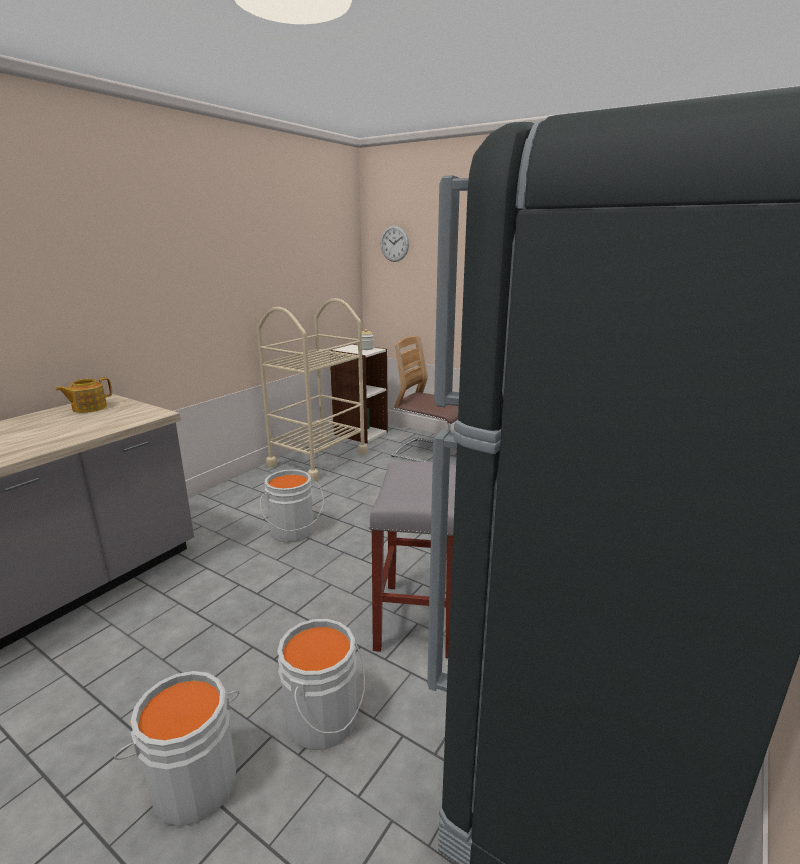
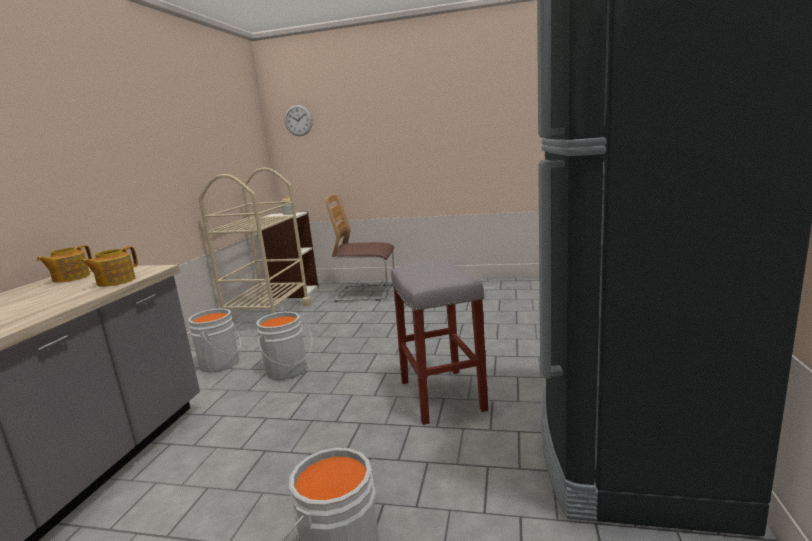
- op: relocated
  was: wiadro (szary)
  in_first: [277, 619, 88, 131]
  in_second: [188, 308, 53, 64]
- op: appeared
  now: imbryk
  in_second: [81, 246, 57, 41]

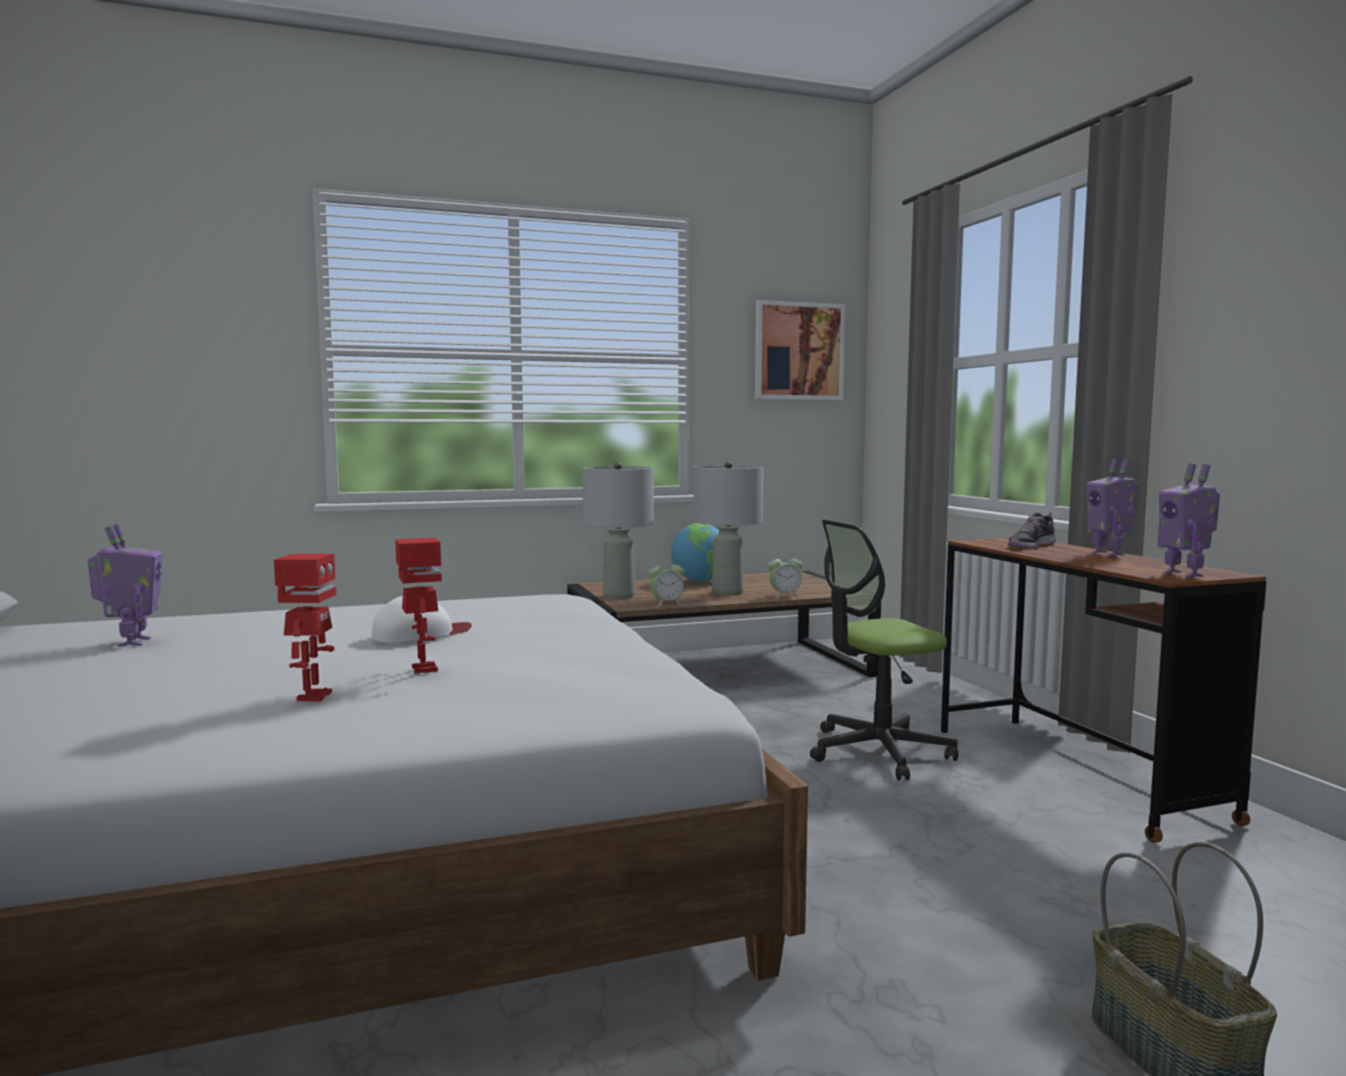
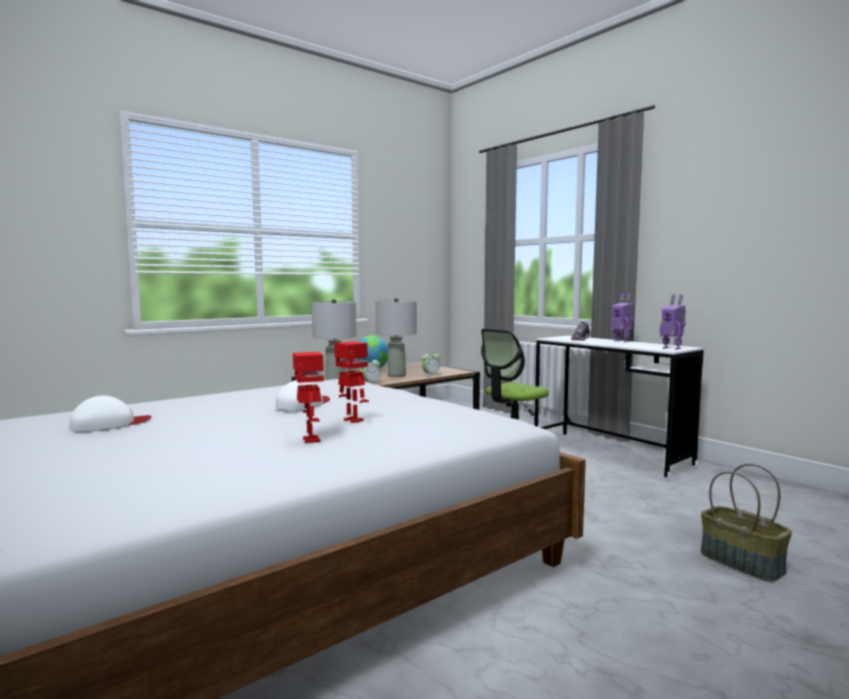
- op: exchanged
  was: robot zabawkowy
  now: czapka z daszkiem (biały)
  in_first: [87, 524, 75, 123]
  in_second: [69, 396, 83, 36]
- op: missing
  was: obraz
  in_first: [755, 300, 90, 100]
- op: colour
  was: biurko (brązowy)
  now: biurko (biały)
  in_first: [941, 538, 325, 305]
  in_second: [534, 336, 170, 144]

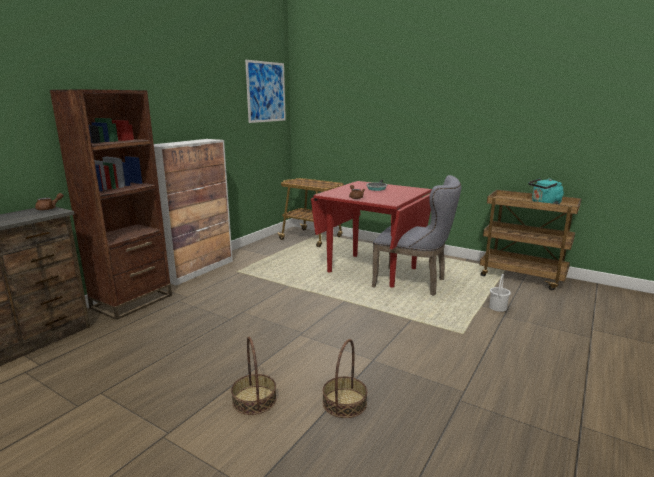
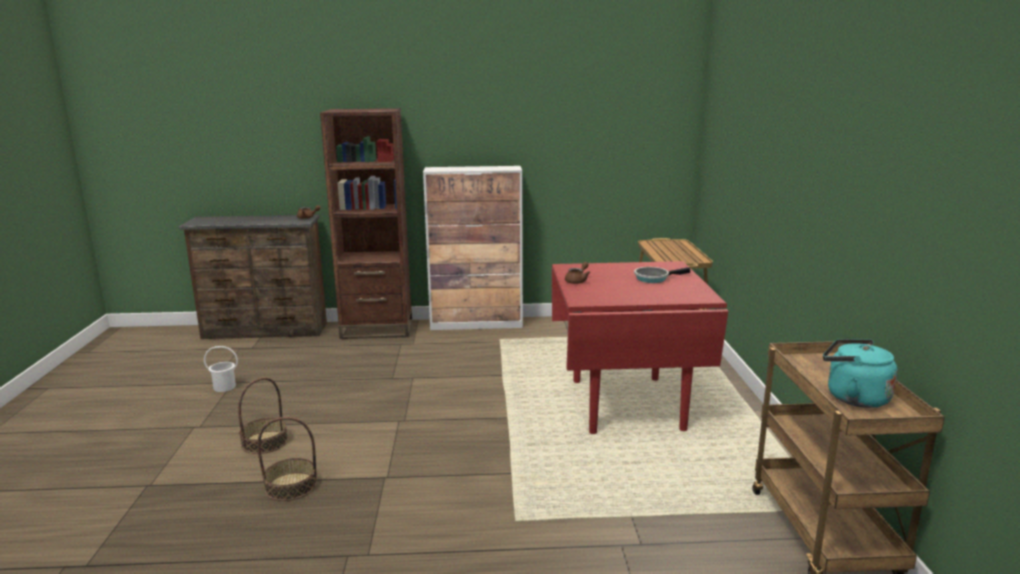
- op: missing
  was: obraz
  in_first: [245, 60, 41, 63]
- op: missing
  was: krzesło (szary)
  in_first: [372, 175, 89, 121]
- op: relocated
  was: wiadro (biały)
  in_first: [489, 274, 22, 38]
  in_second: [204, 346, 34, 46]

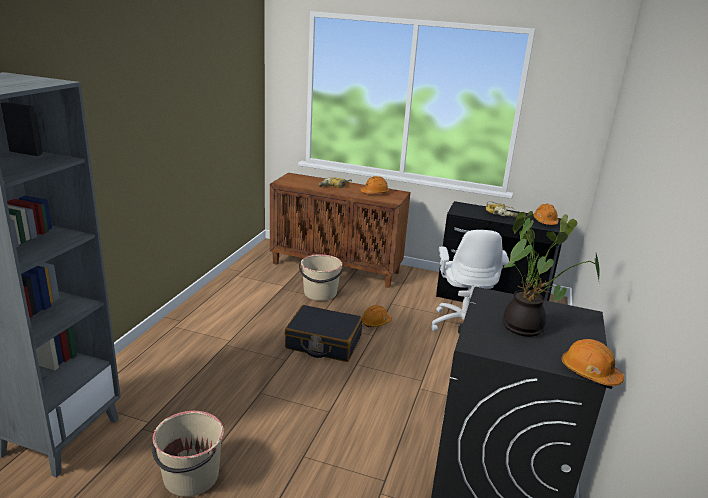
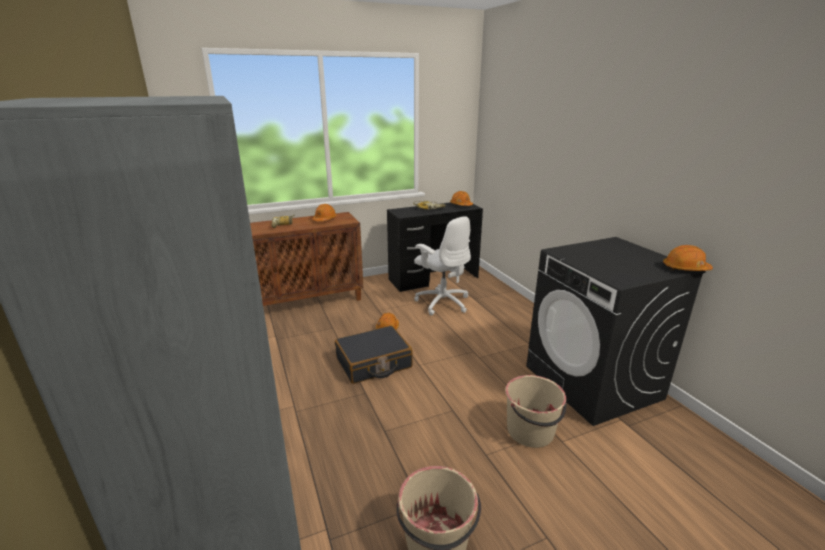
- op: relocated
  was: wiadro (beżowy)
  in_first: [299, 254, 44, 47]
  in_second: [505, 375, 62, 73]
- op: missing
  was: roślina doniczkowa
  in_first: [502, 211, 98, 126]

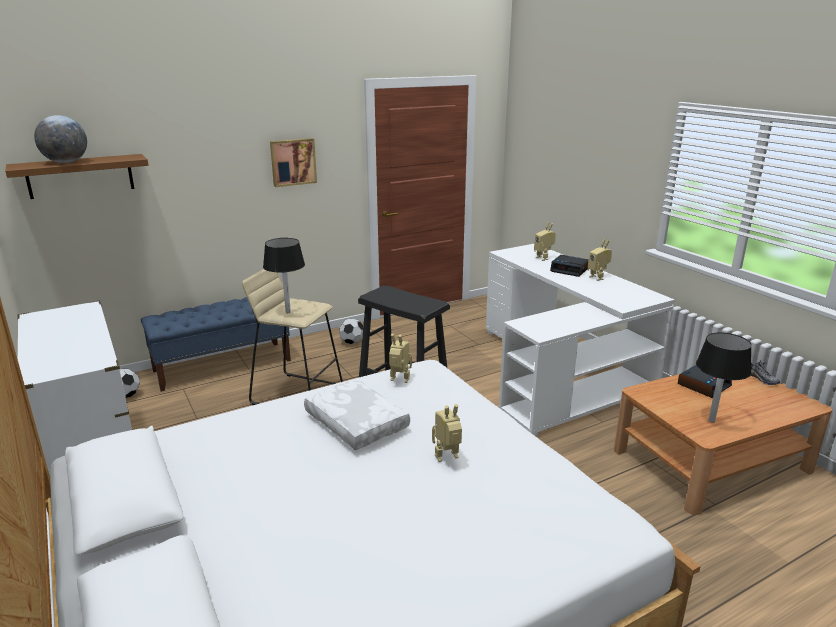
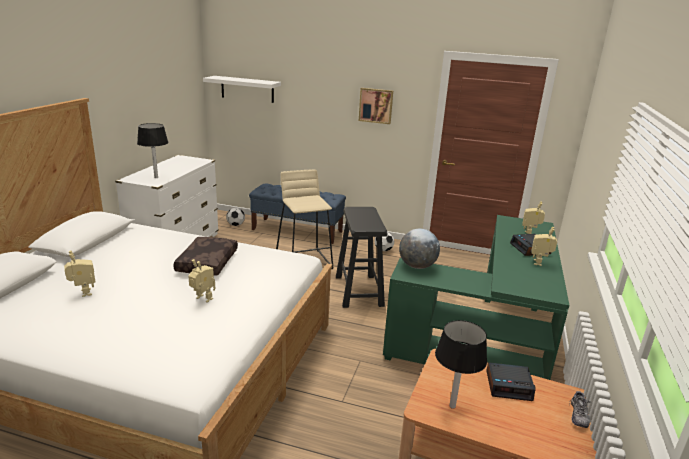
- op: colour
  was: półka (brązowy)
  now: półka (biały)
  in_first: [5, 154, 144, 45]
  in_second: [203, 76, 78, 27]
- op: relocated
  was: globus
  in_first: [34, 115, 53, 48]
  in_second: [399, 228, 41, 41]
- op: relocated
  was: lampa stołowa (czarny)
  in_first: [263, 238, 42, 75]
  in_second: [137, 123, 31, 55]
- op: colour
  was: poduszka (biały)
  now: poduszka (brązowy)
  in_first: [304, 379, 106, 71]
  in_second: [173, 237, 65, 38]
- op: relocated
  was: robot zabawkowy
  in_first: [389, 334, 23, 49]
  in_second: [64, 251, 32, 46]
- op: colour
  was: biurko (biały)
  now: biurko (zielony)
  in_first: [486, 244, 189, 193]
  in_second: [383, 215, 186, 165]

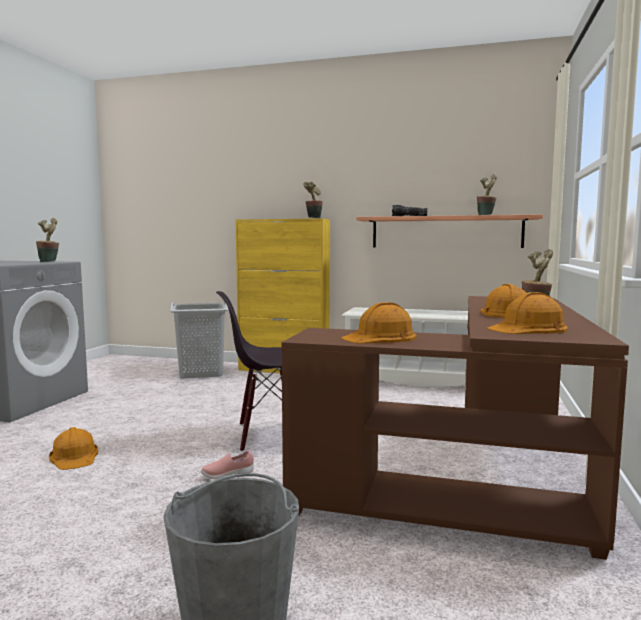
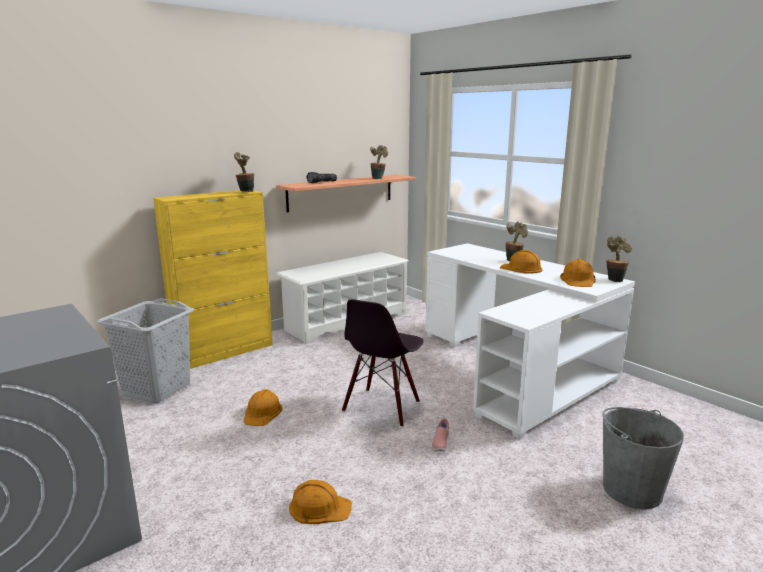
- op: relocated
  was: roślina doniczkowa
  in_first: [36, 218, 23, 44]
  in_second: [606, 236, 26, 46]
- op: colour
  was: biurko (brązowy)
  now: biurko (biały)
  in_first: [281, 296, 348, 264]
  in_second: [425, 243, 210, 196]
- op: relocated
  was: kask (pomarańczowy)
  in_first: [341, 302, 76, 42]
  in_second: [244, 389, 39, 37]

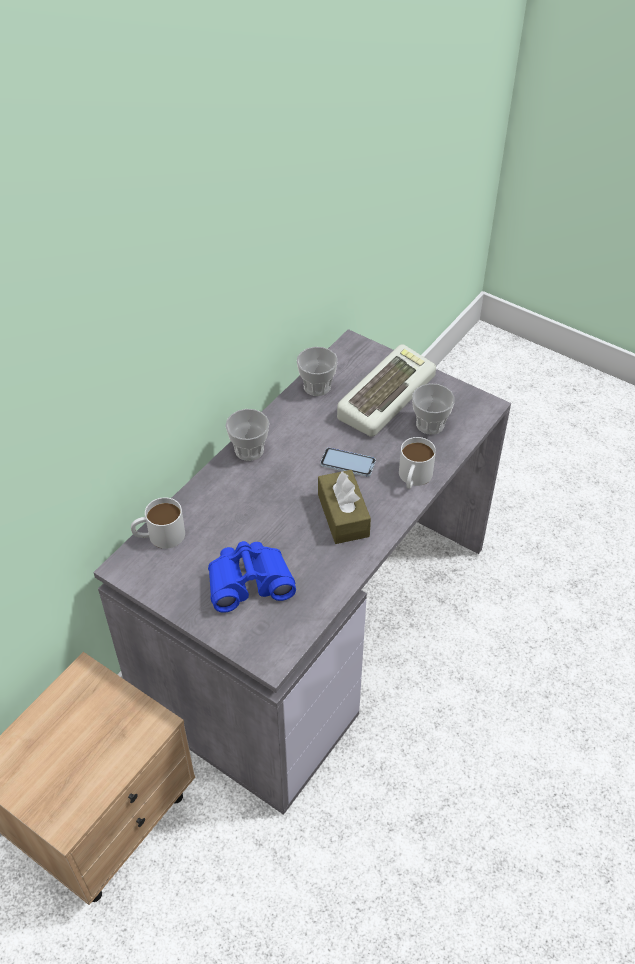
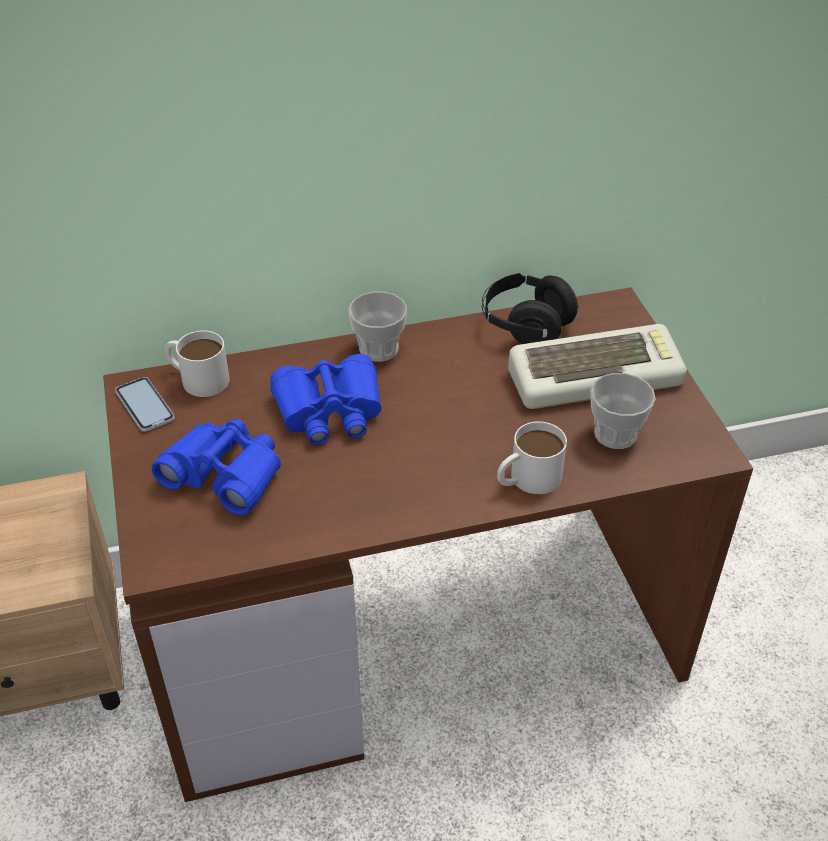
- op: colour
  was: biurko (szary)
  now: biurko (brązowy)
  in_first: [93, 329, 418, 486]
  in_second: [103, 288, 650, 514]
- op: exchanged
  was: filiżanka
  now: słuchawki (czarny)
  in_first: [297, 347, 41, 49]
  in_second: [482, 273, 97, 71]
- op: missing
  was: pudełko chusteczek (brązowy)
  in_first: [318, 470, 53, 74]
- op: relocated
  was: telefon
  in_first: [320, 448, 56, 29]
  in_second: [115, 377, 60, 55]
- op: appeared
  now: lornetka (niebieski)
  in_second: [270, 354, 112, 91]

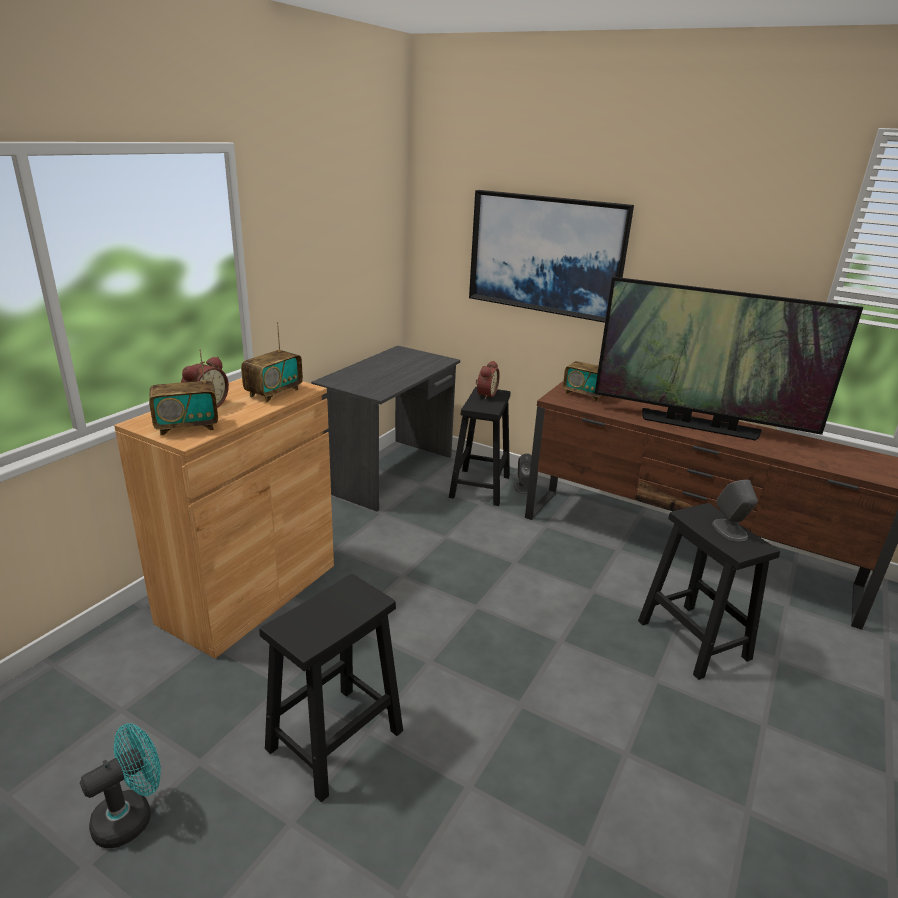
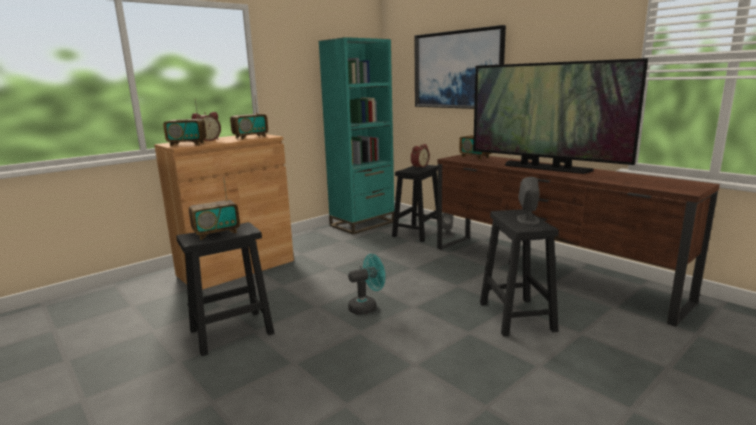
- op: relocated
  was: wentylator (turkusowy)
  in_first: [80, 723, 81, 125]
  in_second: [348, 254, 37, 61]
- op: exchanged
  was: biurko (szary)
  now: regał (turkusowy)
  in_first: [311, 346, 149, 165]
  in_second: [319, 37, 75, 197]
- op: appeared
  now: radio
  in_second: [189, 177, 51, 63]

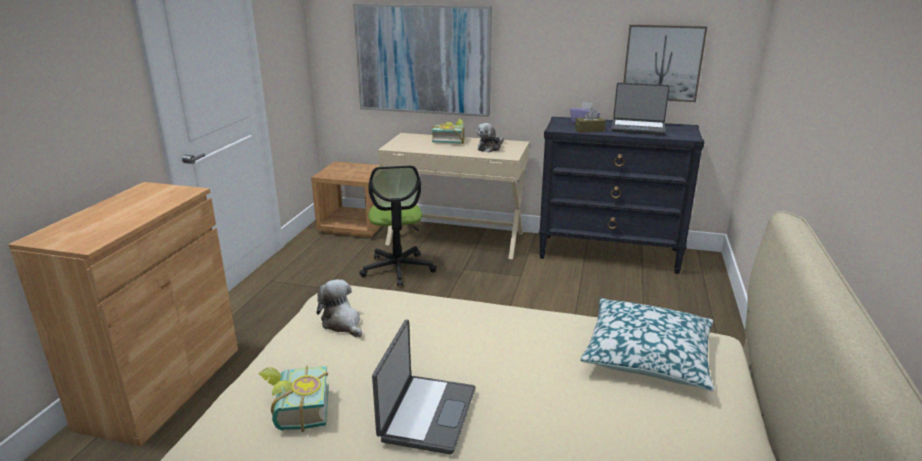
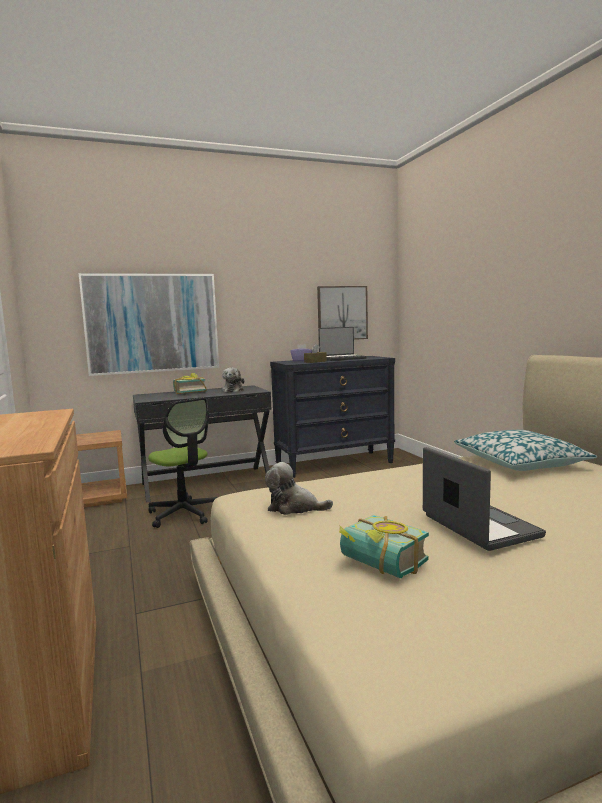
- op: colour
  was: biurko (beżowy)
  now: biurko (czarny)
  in_first: [378, 133, 151, 126]
  in_second: [133, 385, 139, 118]

